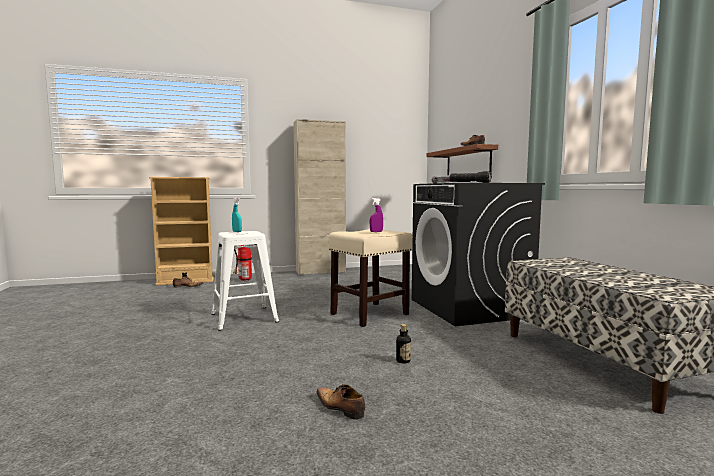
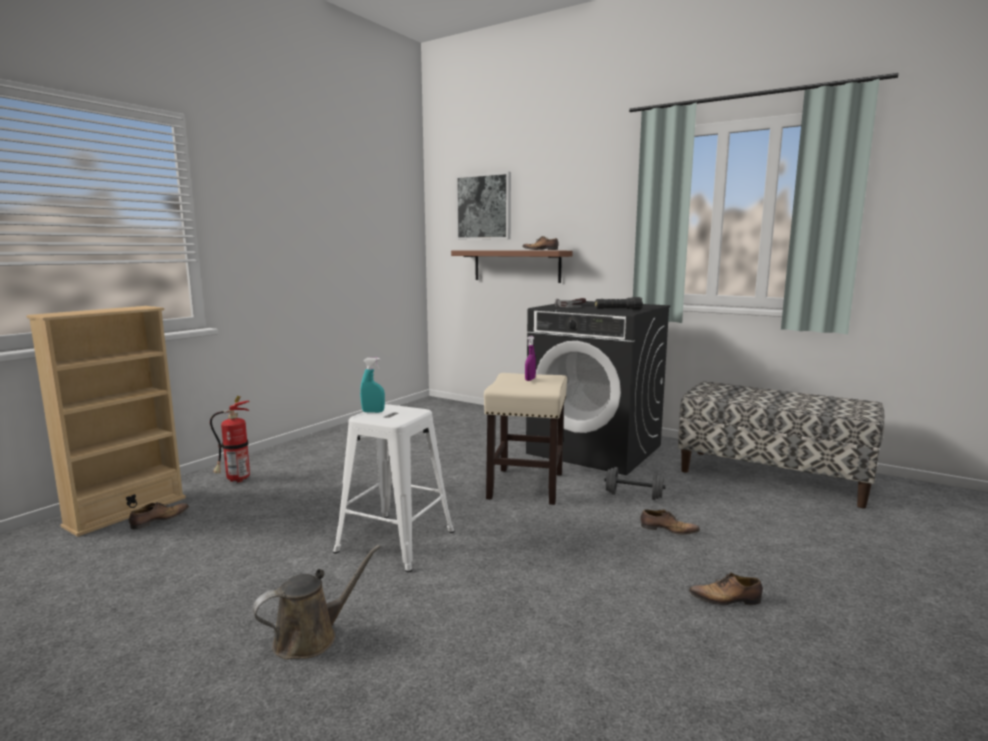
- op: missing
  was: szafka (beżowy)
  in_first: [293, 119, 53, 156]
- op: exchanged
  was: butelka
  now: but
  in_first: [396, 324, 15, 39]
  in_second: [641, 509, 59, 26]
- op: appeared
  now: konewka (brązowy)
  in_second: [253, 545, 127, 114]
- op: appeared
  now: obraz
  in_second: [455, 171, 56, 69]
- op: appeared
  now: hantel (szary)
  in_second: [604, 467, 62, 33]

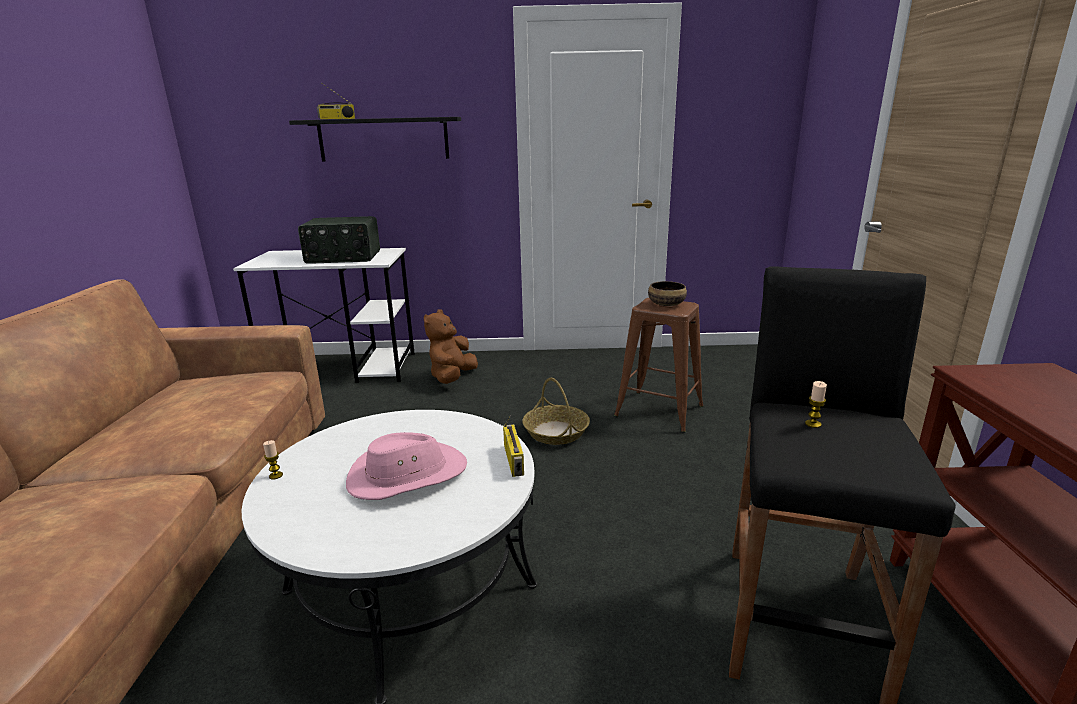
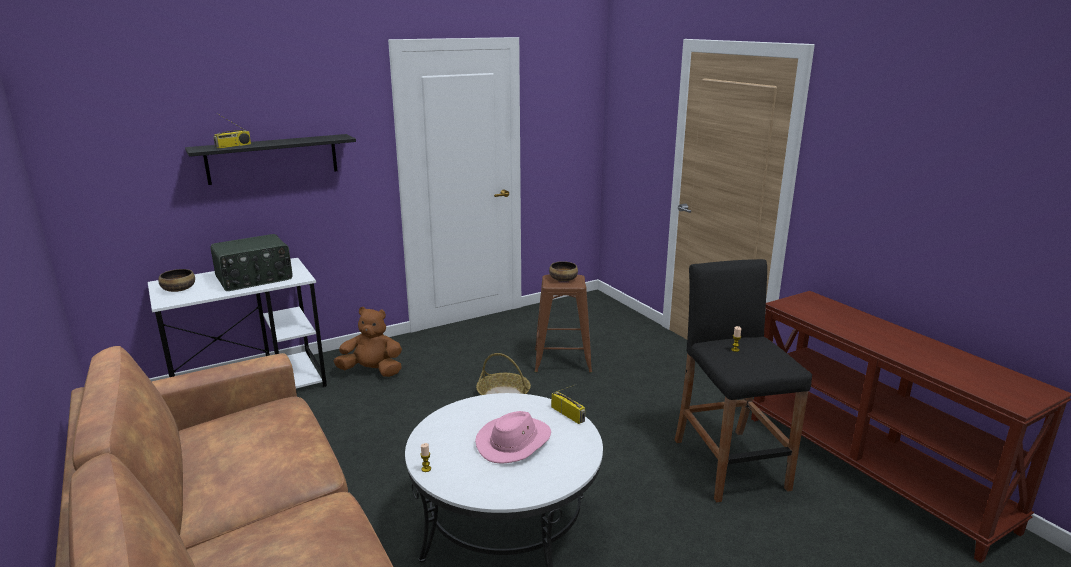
- op: spun
  was: pluszak (brązowy)
  in_first: [424, 309, 54, 75]
  in_second: [333, 307, 69, 70]
  clockwise: 105
- op: appeared
  now: miska
  in_second: [158, 269, 37, 23]

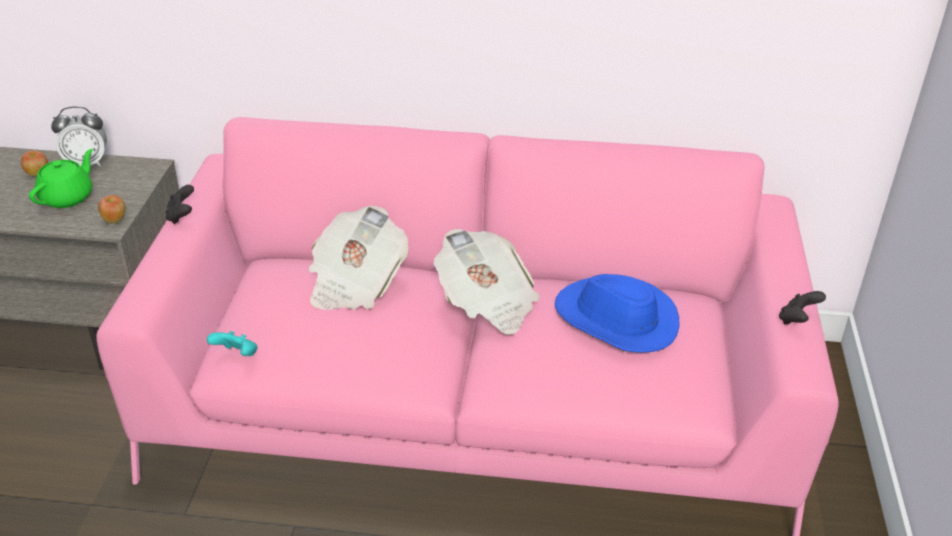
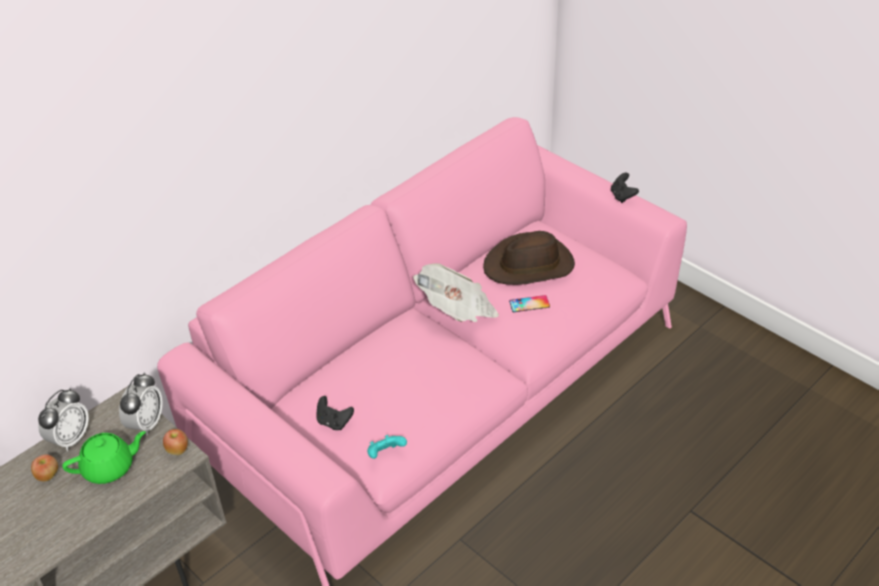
- op: spun
  was: imbryk (zielony)
  in_first: [29, 149, 64, 59]
  in_second: [62, 431, 84, 53]
  clockwise: 90
- op: relocated
  was: pad do gier (czarny)
  in_first: [166, 185, 28, 39]
  in_second: [317, 396, 37, 34]
- op: missing
  was: gazeta
  in_first: [309, 206, 100, 104]
- op: colour
  was: kapelusz (niebieski)
  now: kapelusz (brązowy)
  in_first: [555, 274, 125, 79]
  in_second: [483, 231, 92, 54]
- op: appeared
  now: budzik
  in_second: [119, 372, 44, 63]
- op: appeared
  now: telefon
  in_second: [509, 295, 41, 17]

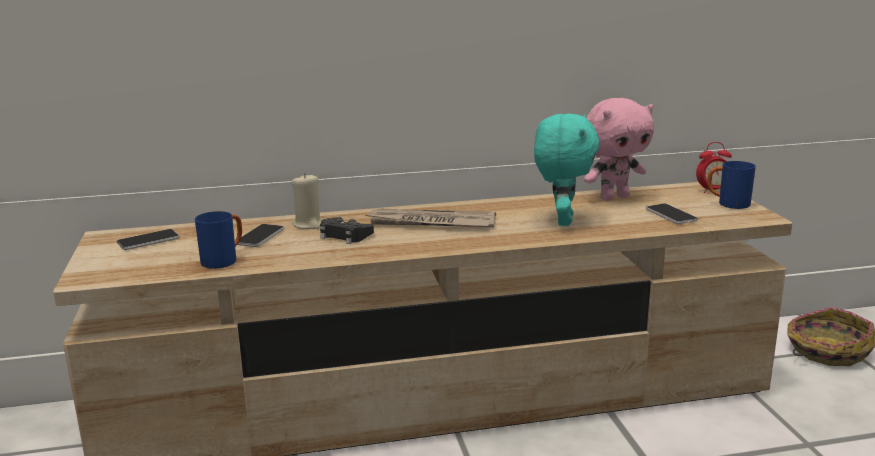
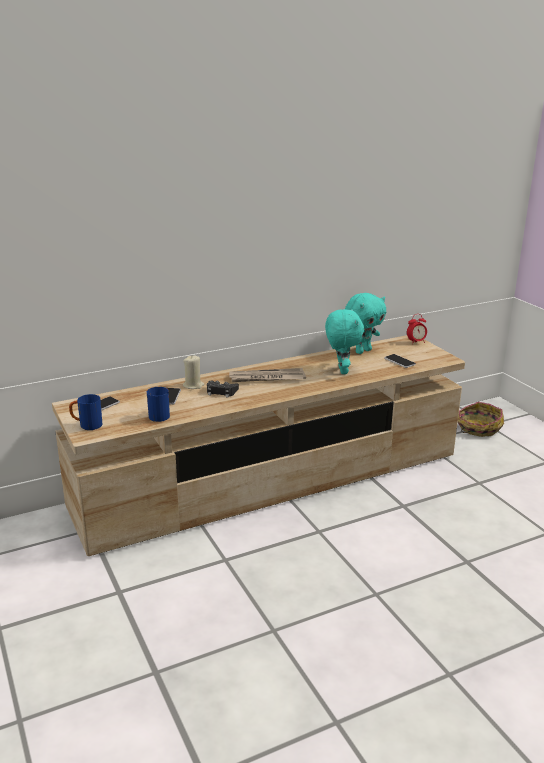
- op: colour
  was: pluszak (różowy)
  now: pluszak (turkusowy)
  in_first: [584, 98, 70, 103]
  in_second: [345, 293, 41, 61]
- op: relocated
  was: kubek (niebieski)
  in_first: [707, 161, 49, 48]
  in_second: [69, 394, 33, 36]

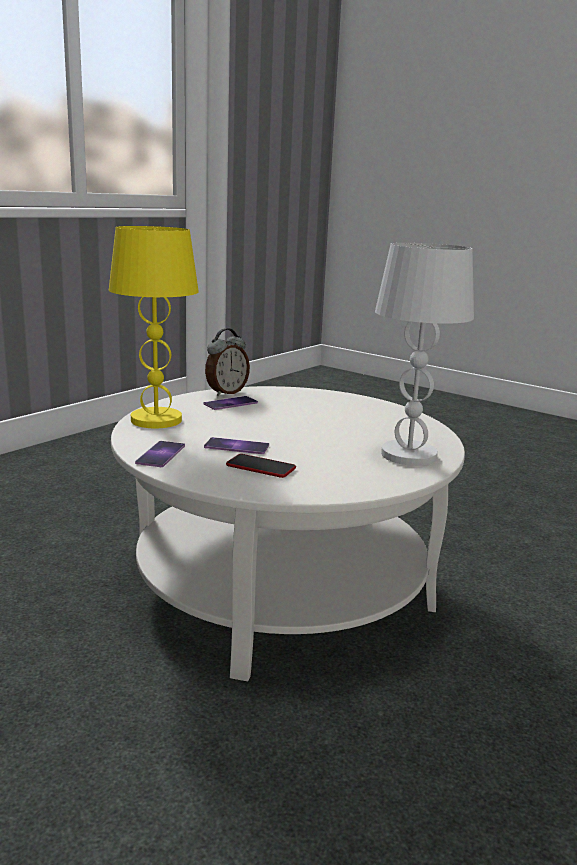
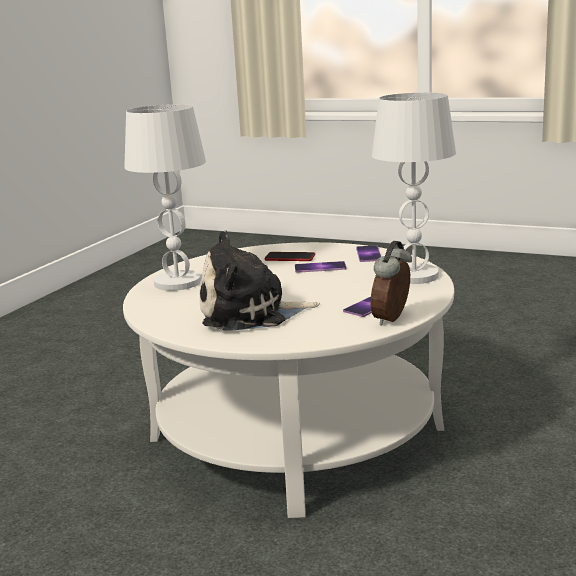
- op: colour
  was: lampa stołowa (żółty)
  now: lampa stołowa (biały)
  in_first: [109, 226, 90, 202]
  in_second: [372, 93, 84, 191]
- op: appeared
  now: pluszak
  in_second: [199, 230, 121, 101]

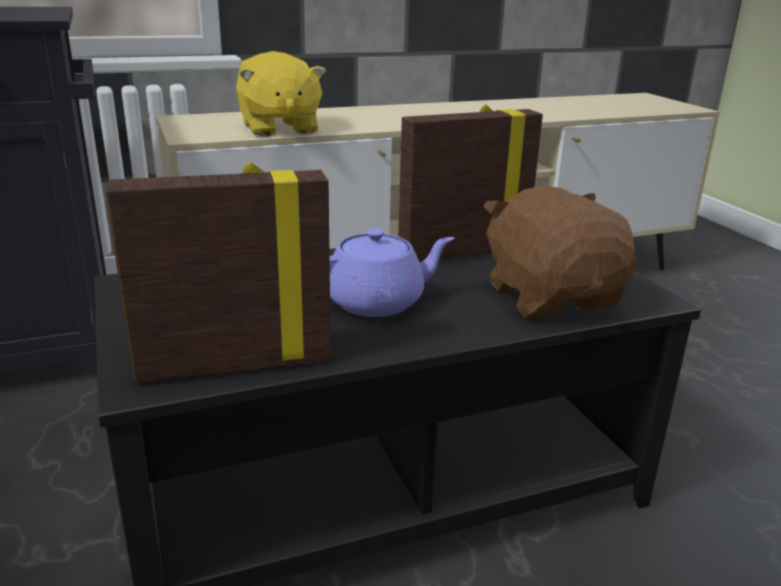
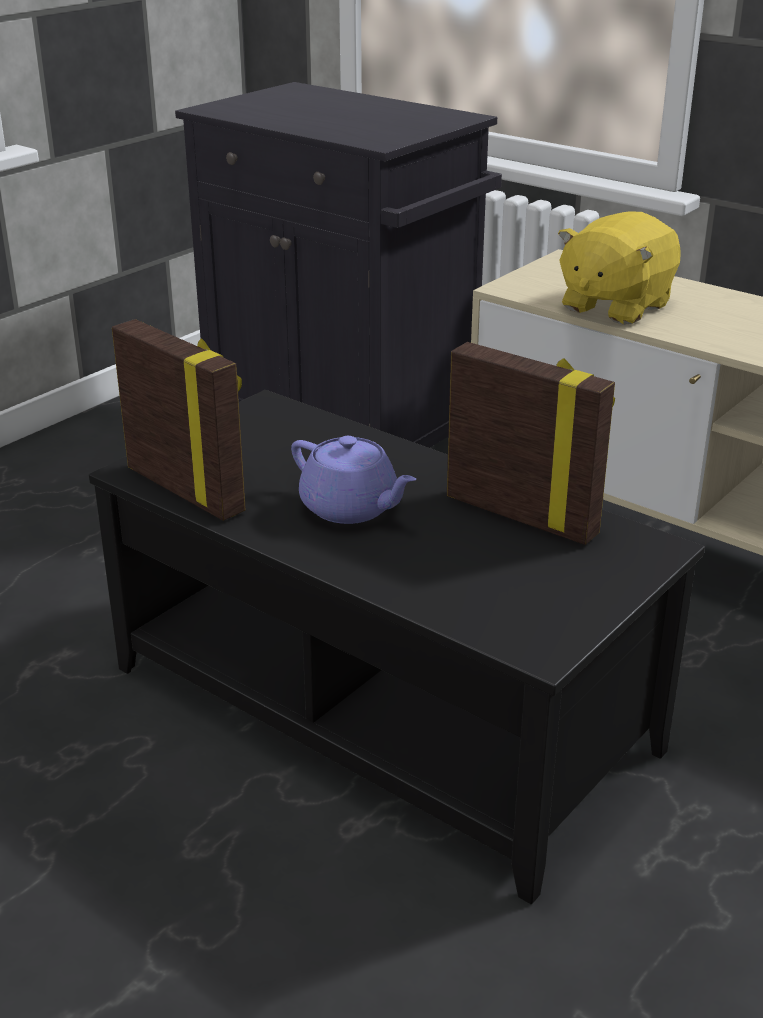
- op: missing
  was: pluszak (brązowy)
  in_first: [484, 186, 152, 133]

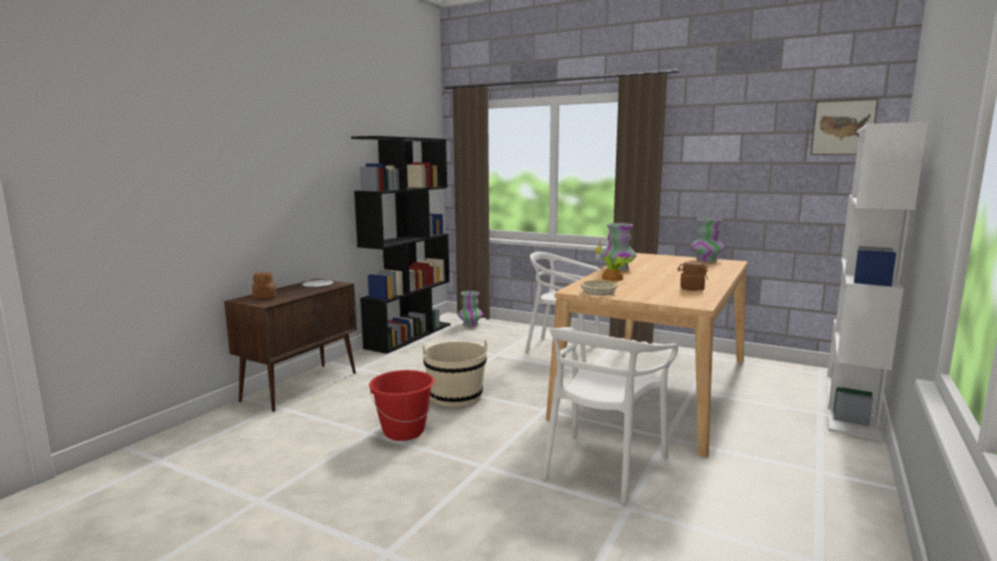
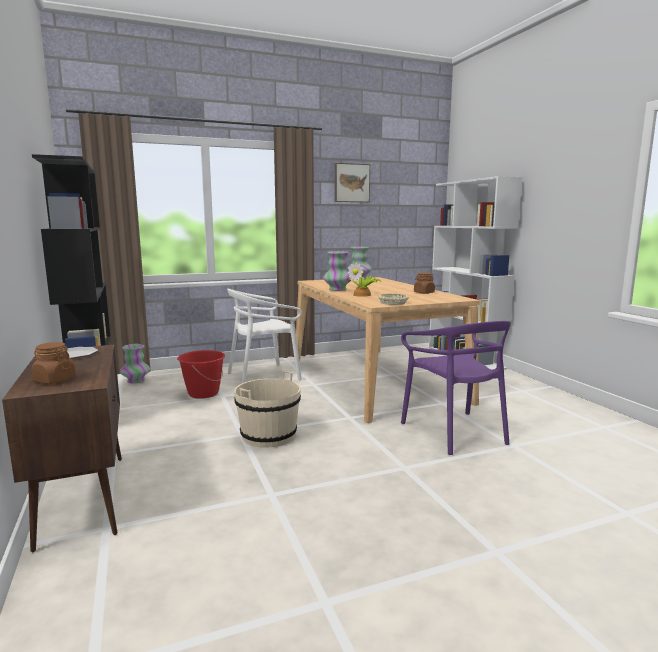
- op: relocated
  was: wiadro (czerwony)
  in_first: [369, 370, 67, 71]
  in_second: [177, 350, 48, 49]
- op: colour
  was: krzesło (biały)
  now: krzesło (fioletowy)
  in_first: [542, 327, 136, 177]
  in_second: [401, 321, 110, 134]
- op: relocated
  was: obraz
  in_first: [810, 99, 68, 56]
  in_second: [334, 163, 36, 39]

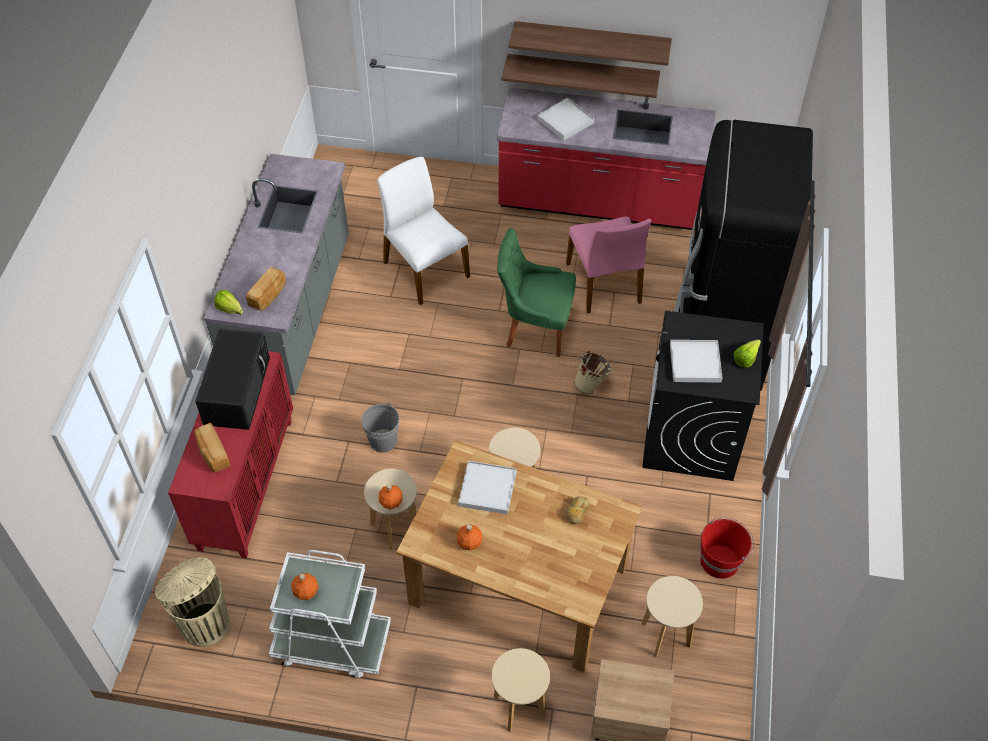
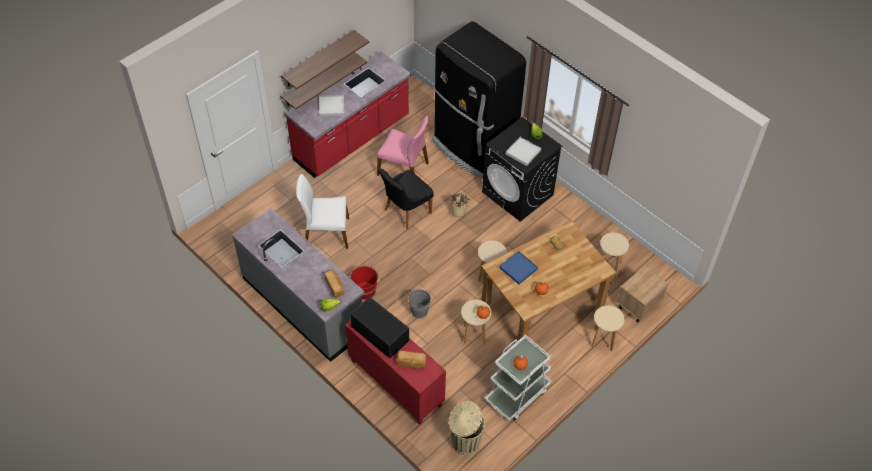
- op: colour
  was: taca (biały)
  now: taca (niebieski)
  in_first: [458, 461, 59, 53]
  in_second: [499, 251, 39, 33]
- op: colour
  was: krzesło (zielony)
  now: krzesło (czarny)
  in_first: [497, 228, 79, 129]
  in_second: [378, 169, 56, 60]
- op: relocated
  was: wiadro (czerwony)
  in_first: [700, 517, 54, 62]
  in_second: [350, 266, 28, 33]

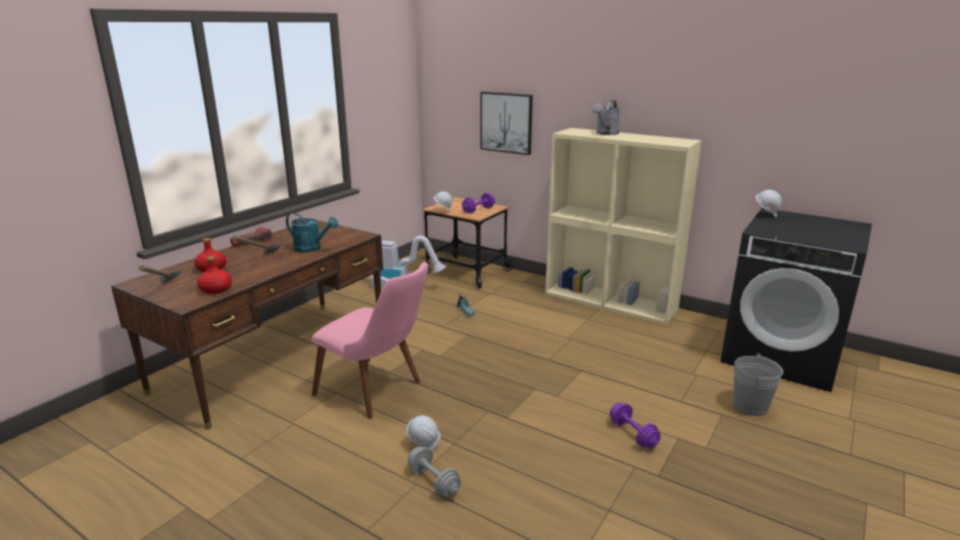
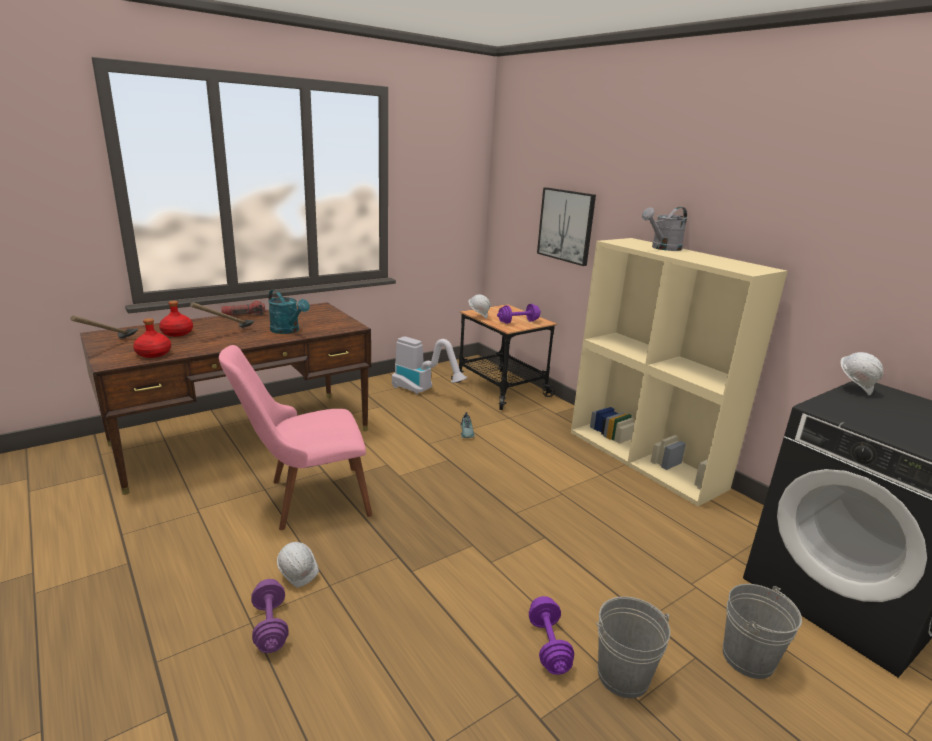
- op: spun
  was: krzesło (różowy)
  in_first: [312, 262, 116, 157]
  in_second: [219, 345, 153, 185]
  clockwise: 105
- op: colour
  was: hantel (szary)
  now: hantel (fioletowy)
  in_first: [408, 447, 53, 50]
  in_second: [251, 579, 38, 74]
- op: appeared
  now: wiadro (szary)
  in_second: [596, 597, 74, 101]

